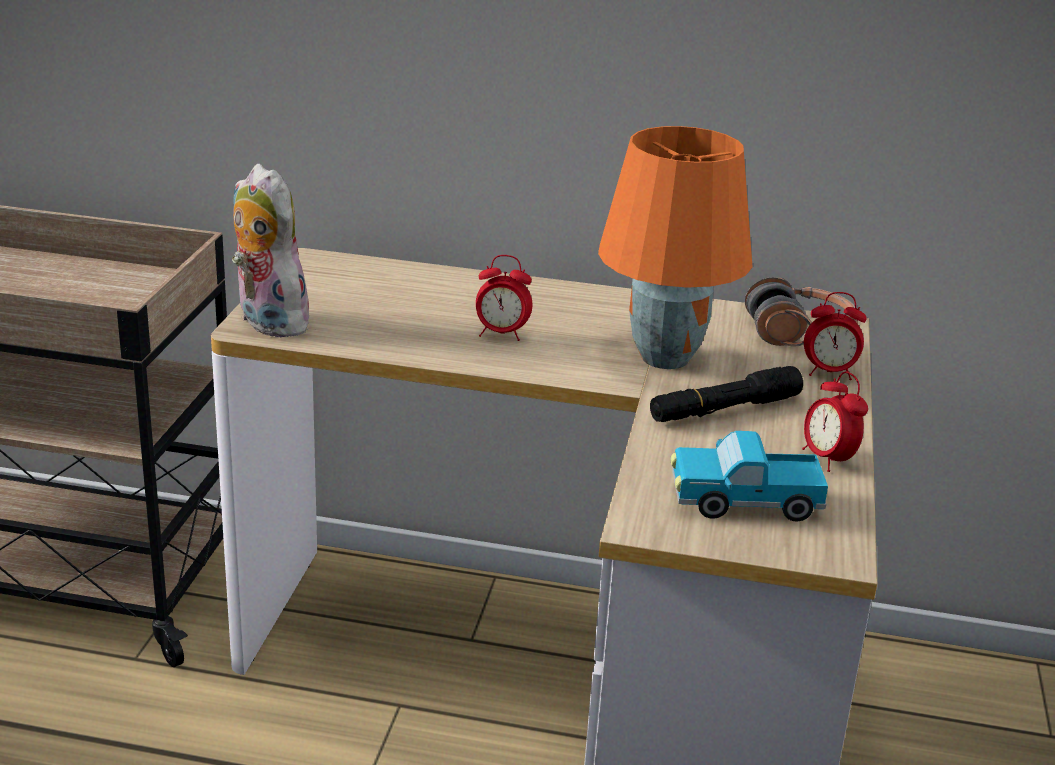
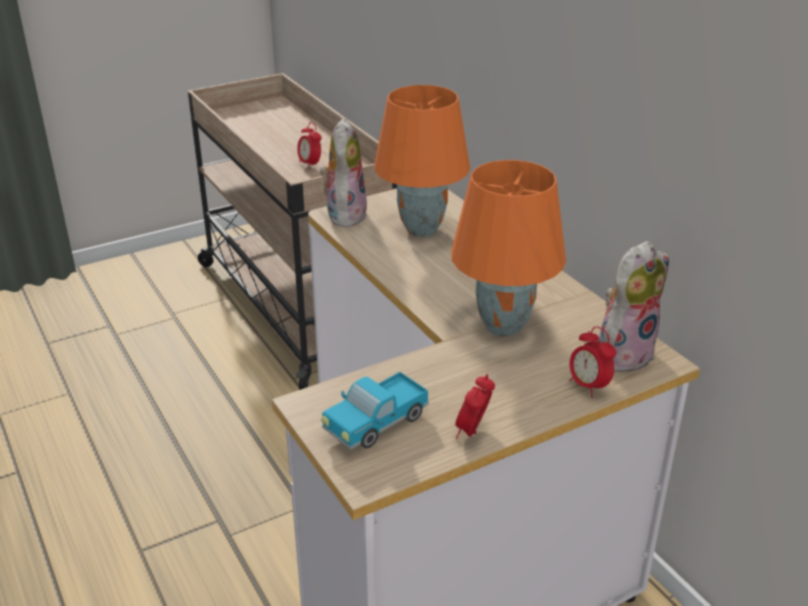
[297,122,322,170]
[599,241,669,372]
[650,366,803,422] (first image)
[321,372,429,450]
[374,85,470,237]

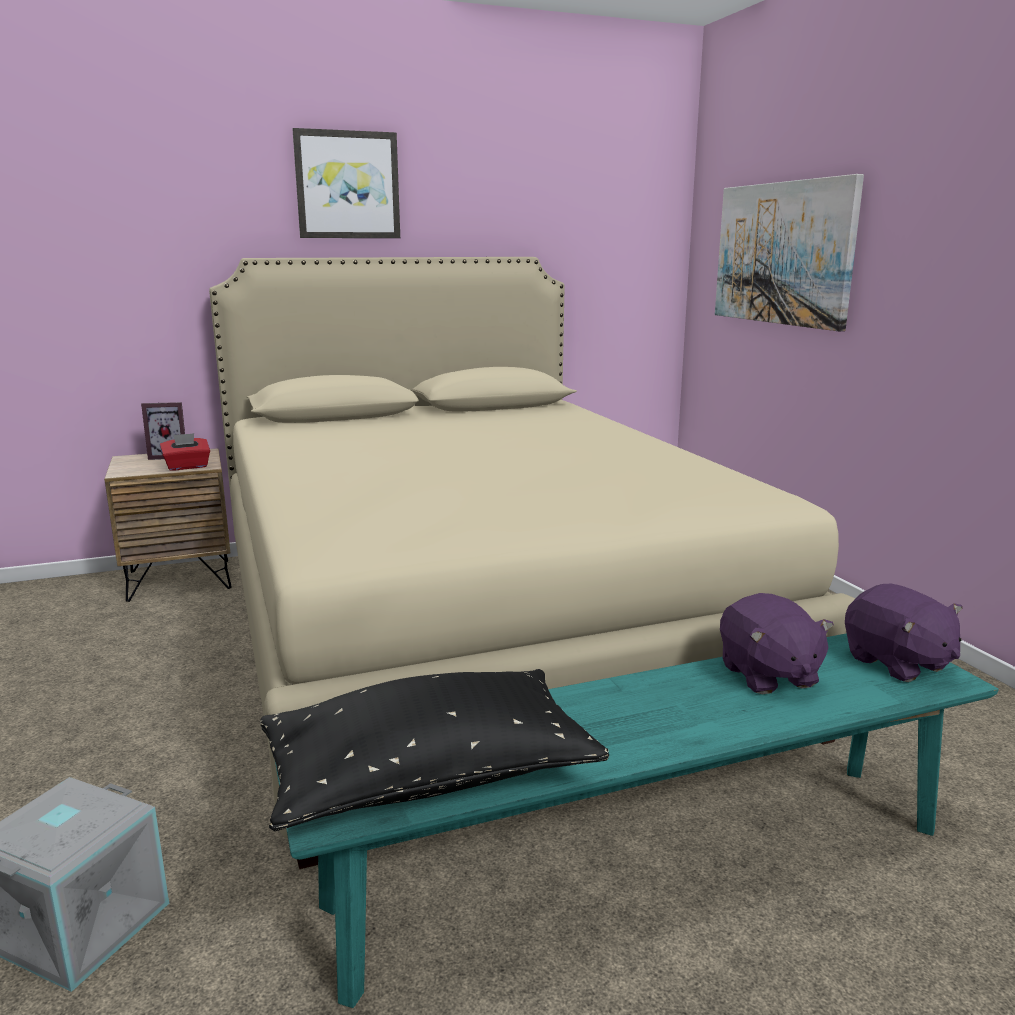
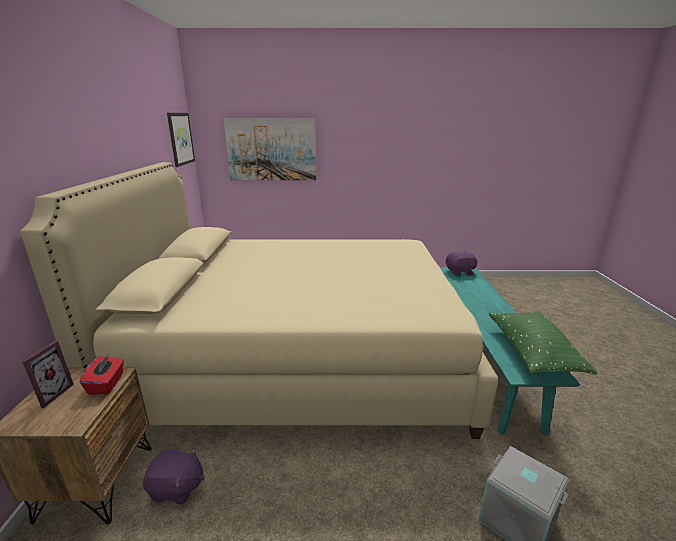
[167,113,195,167]
[143,448,204,504]
[489,312,597,375]

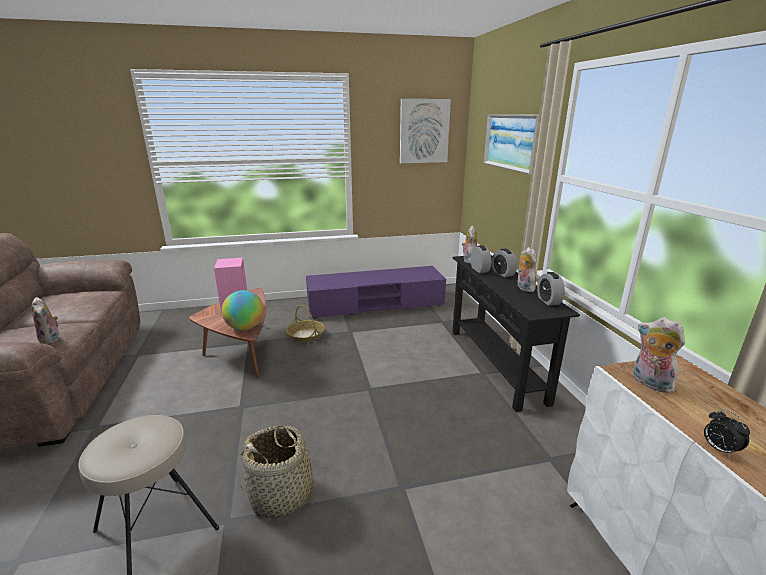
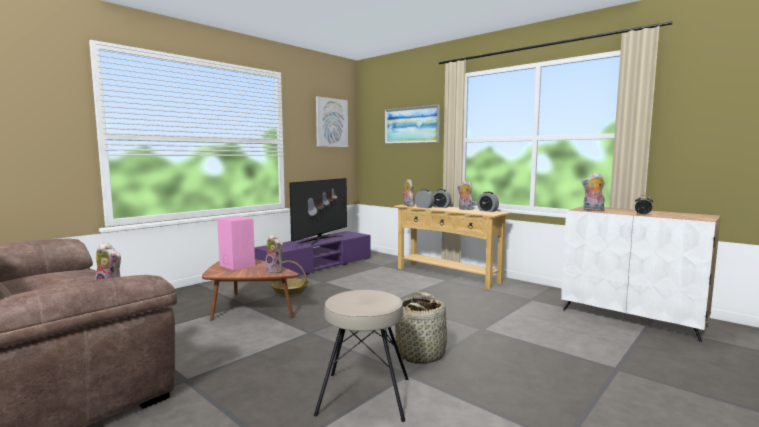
[394,204,511,289]
[265,234,283,274]
[289,178,347,245]

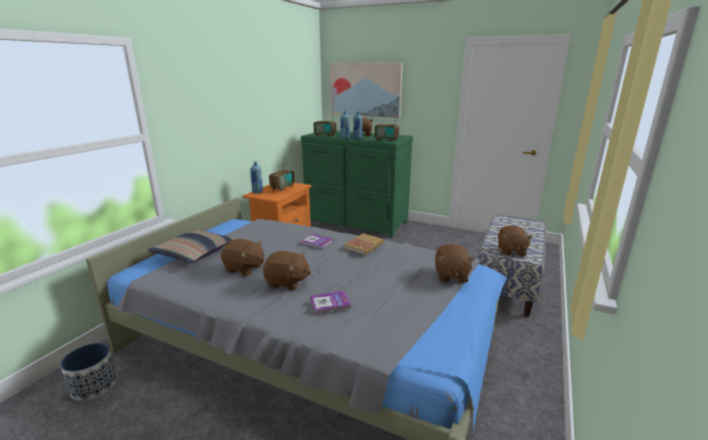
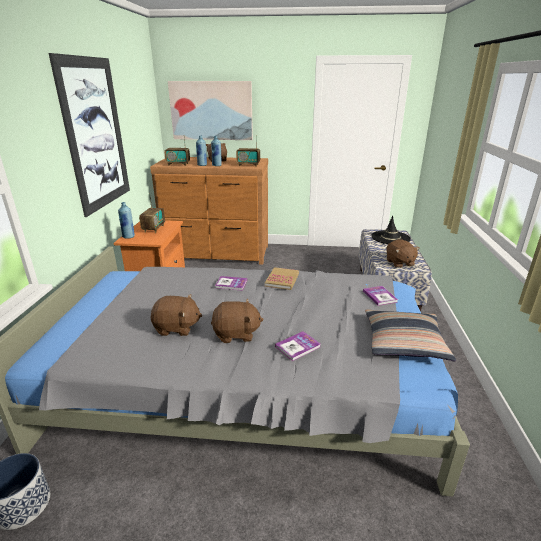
[150,157,268,265]
[365,309,456,361]
[363,286,398,306]
[48,53,130,217]
[371,216,411,244]

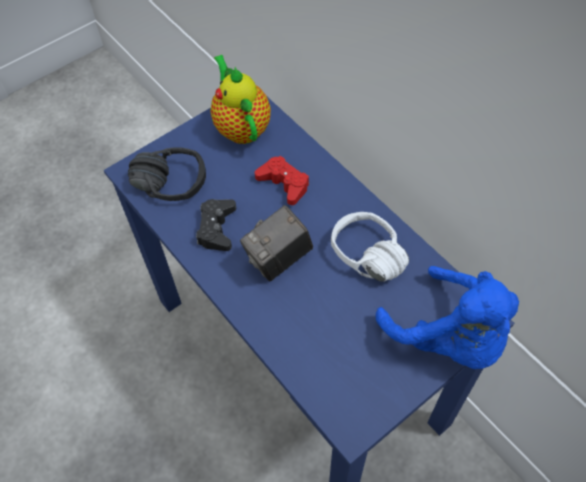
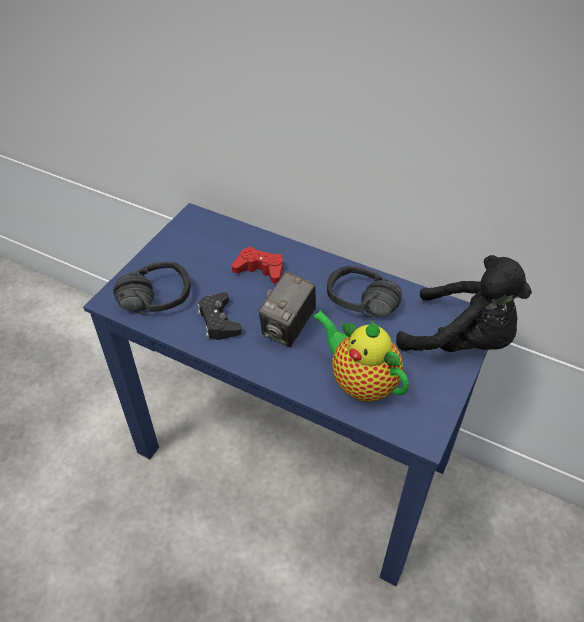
[312,310,409,402]
[327,265,402,317]
[396,255,532,352]

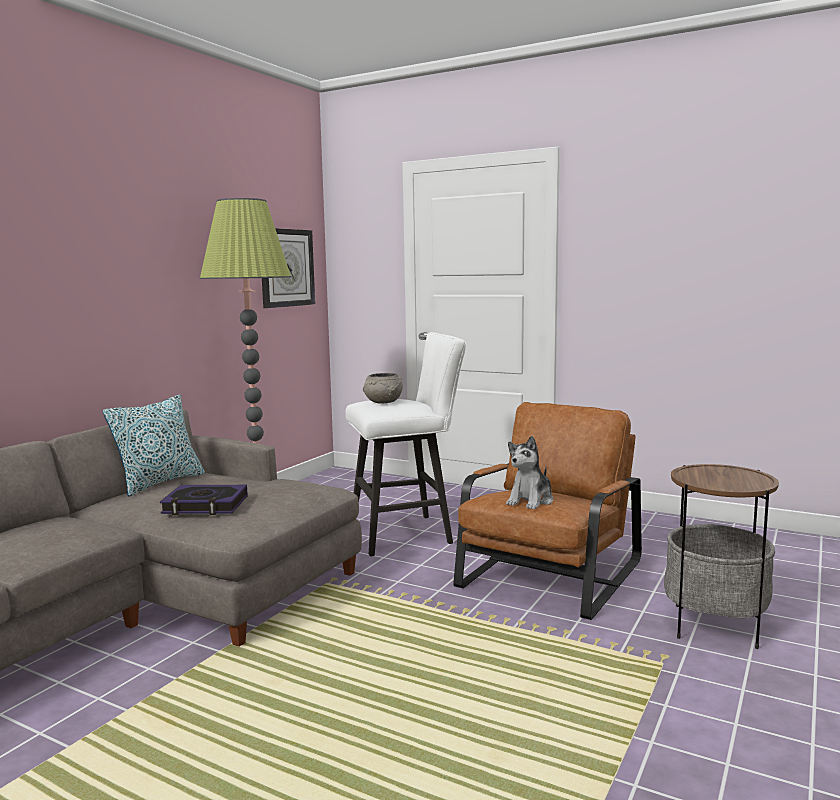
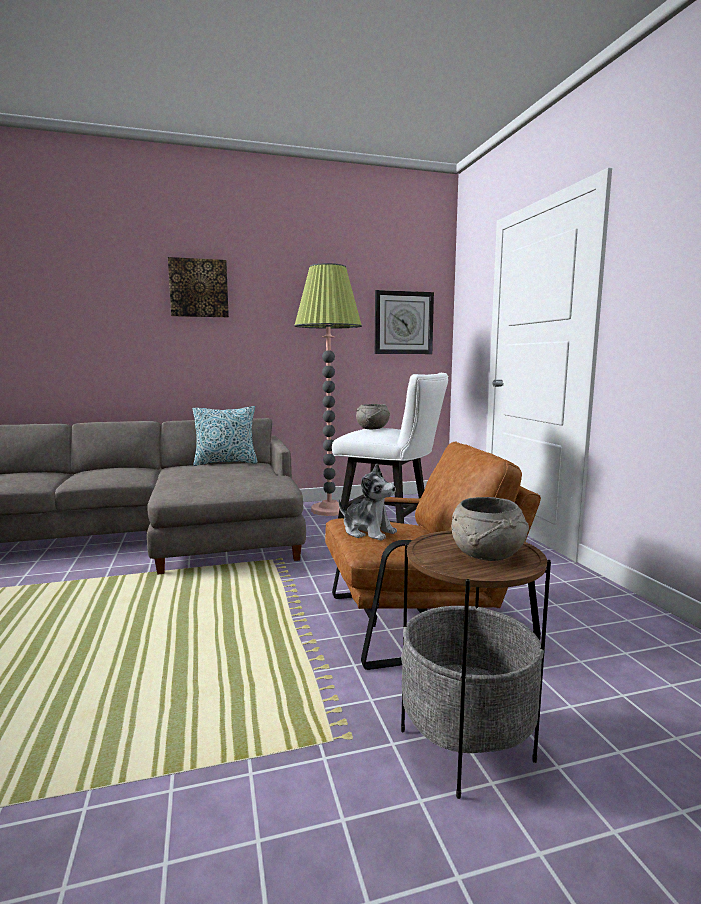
[339,464,397,541]
[160,485,248,515] (first image)
[168,257,229,317]
[452,497,529,561]

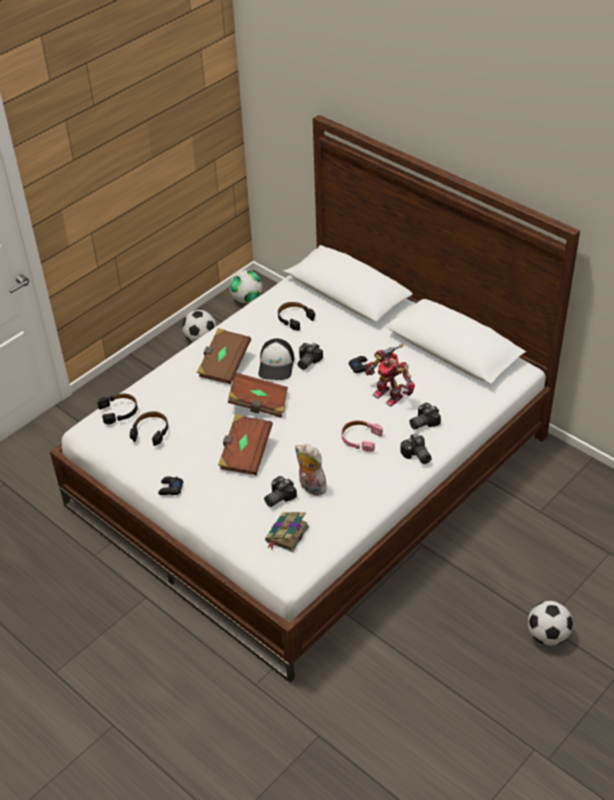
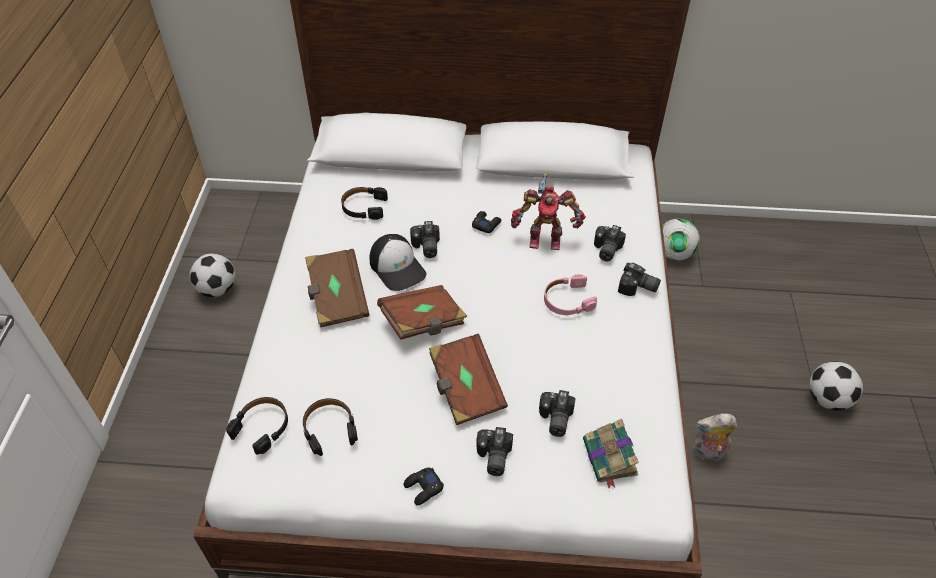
[662,219,700,261]
[692,413,737,461]
[476,427,513,476]

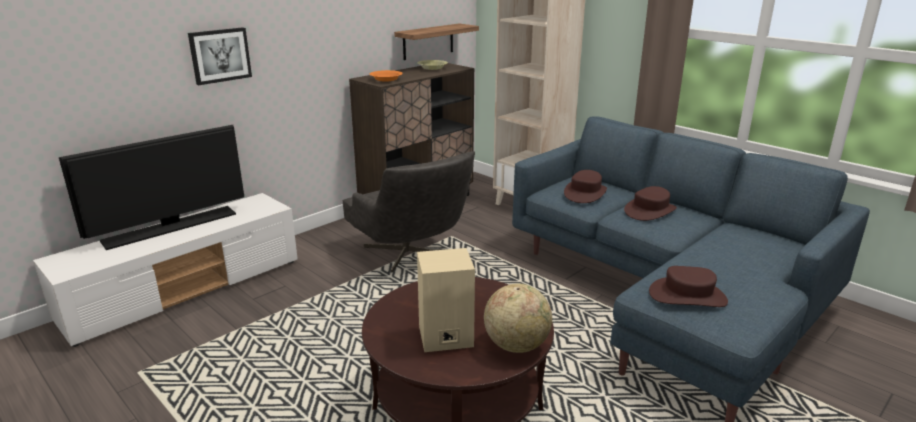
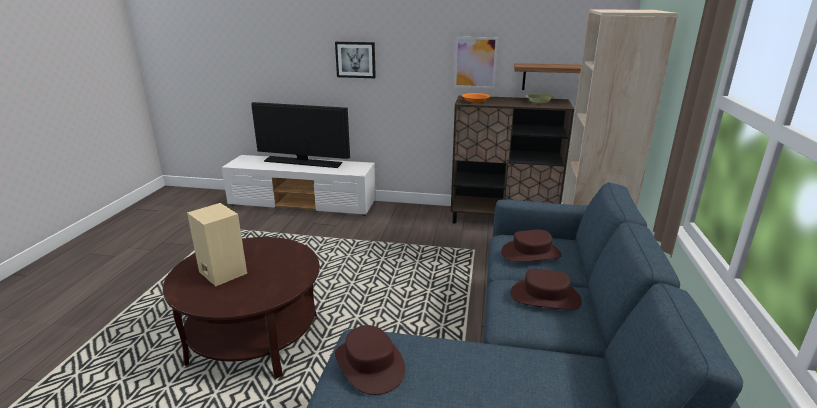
[343,151,475,273] (first image)
[484,284,552,353] (first image)
[454,37,498,89]

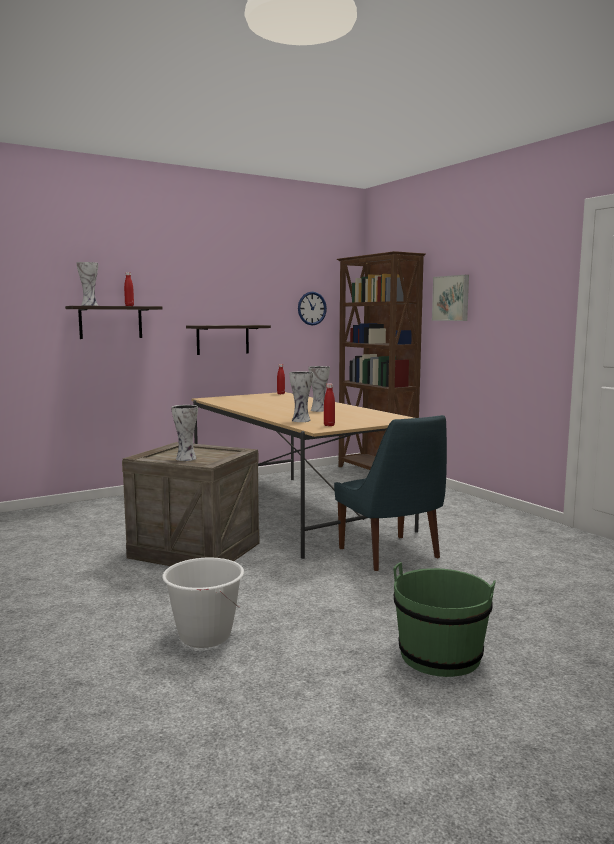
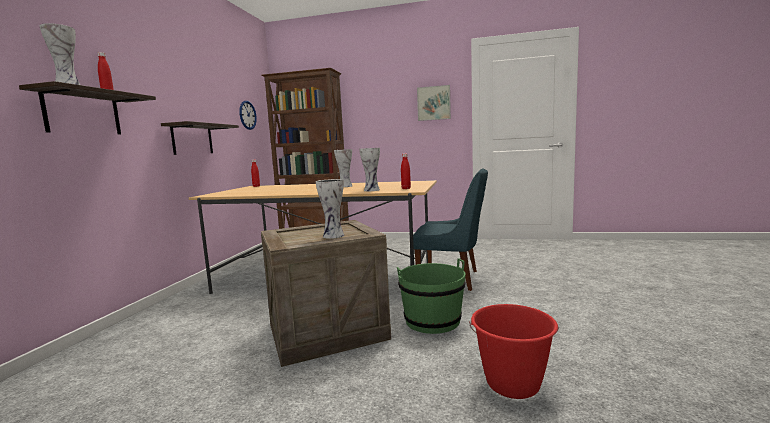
[417,85,451,121]
[469,304,559,399]
[397,258,466,334]

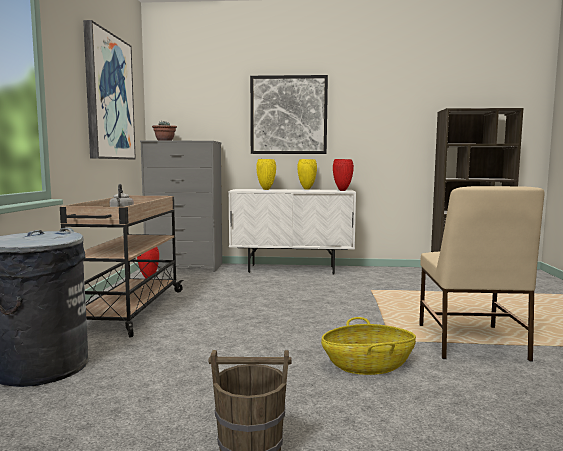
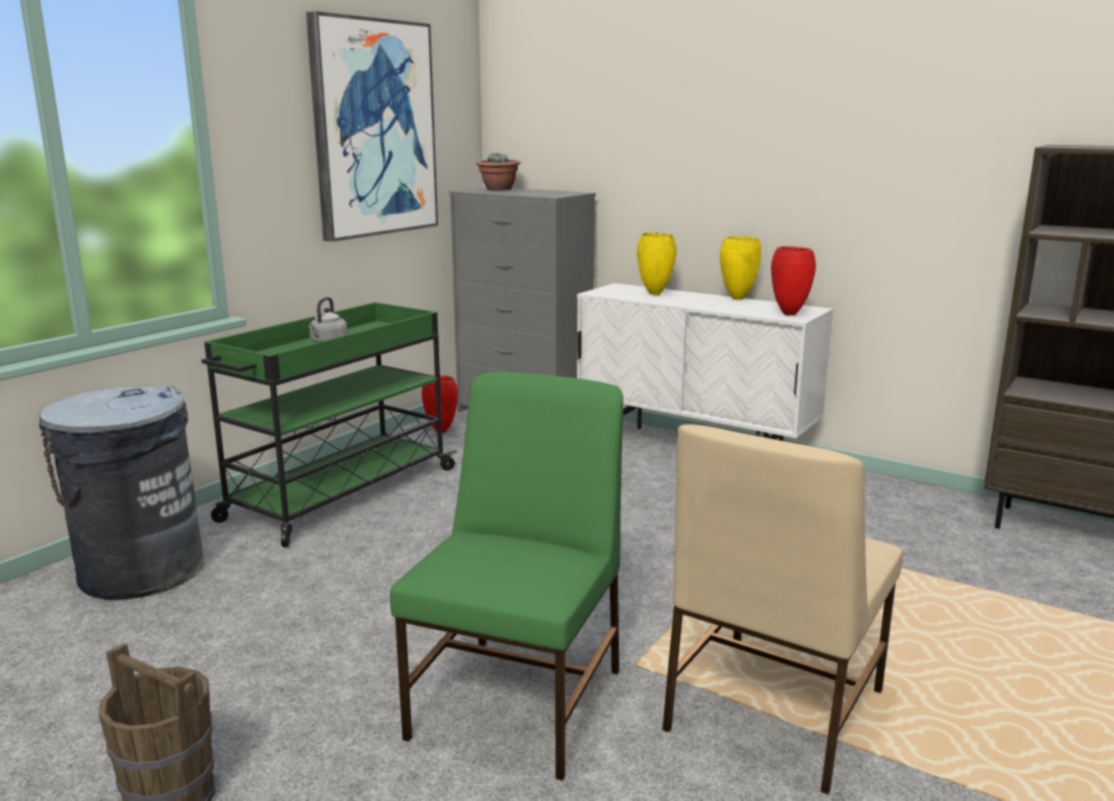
[250,75,328,154] (first image)
[202,302,457,547]
[390,372,623,781]

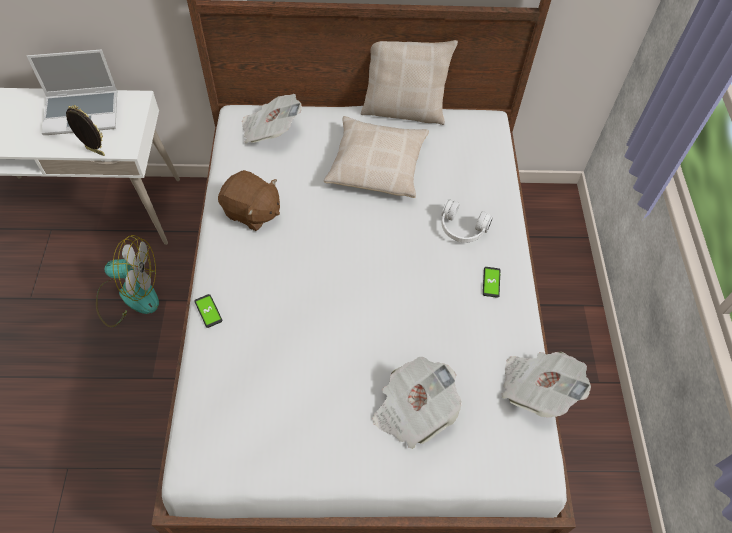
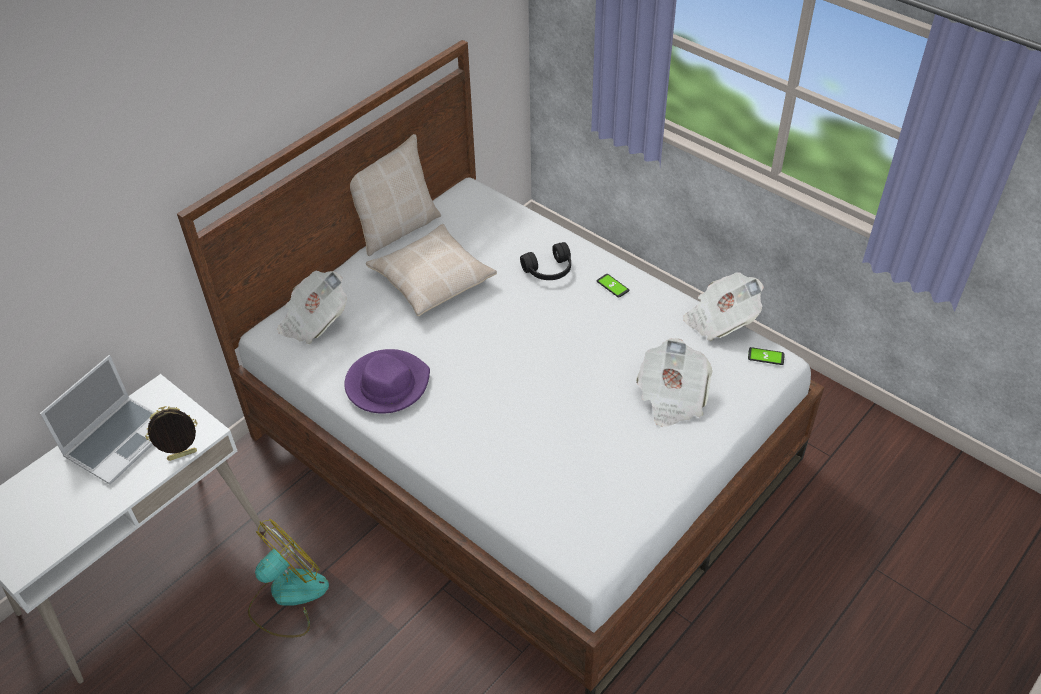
[344,349,430,414]
[520,242,571,280]
[748,347,785,365]

